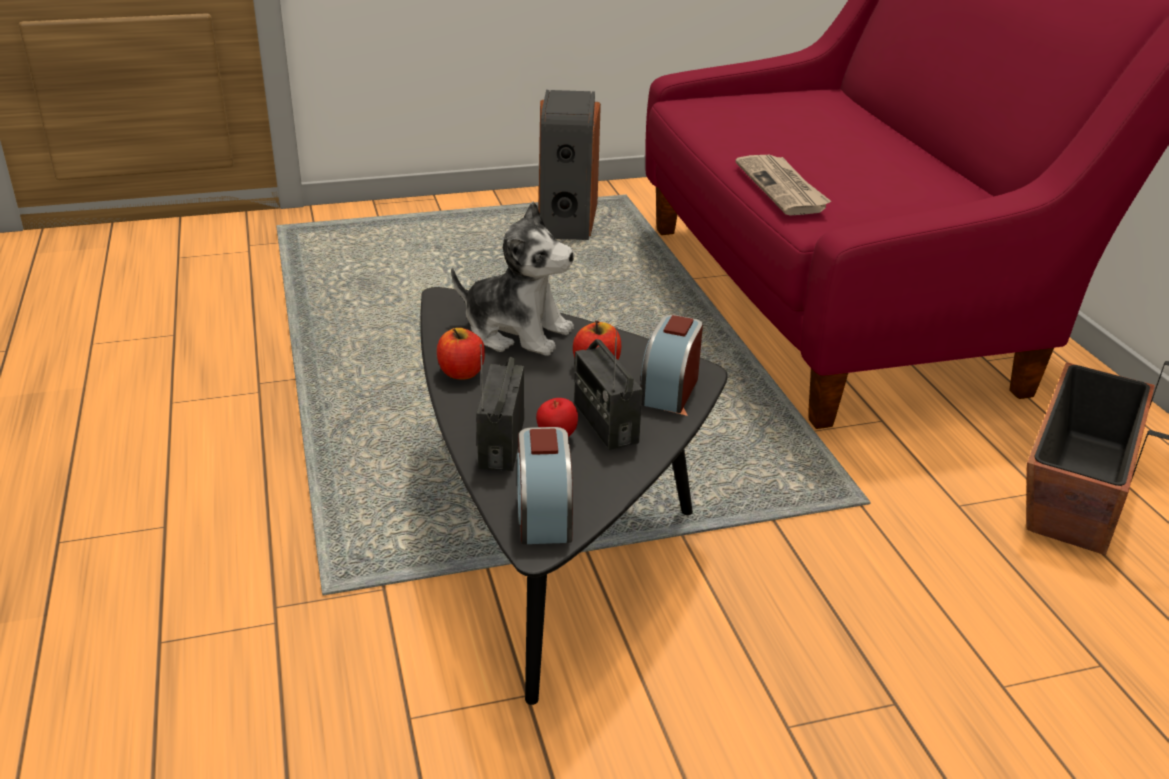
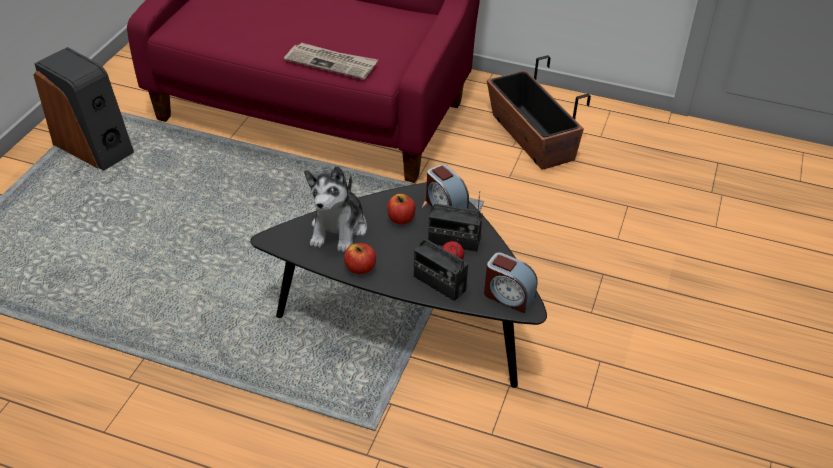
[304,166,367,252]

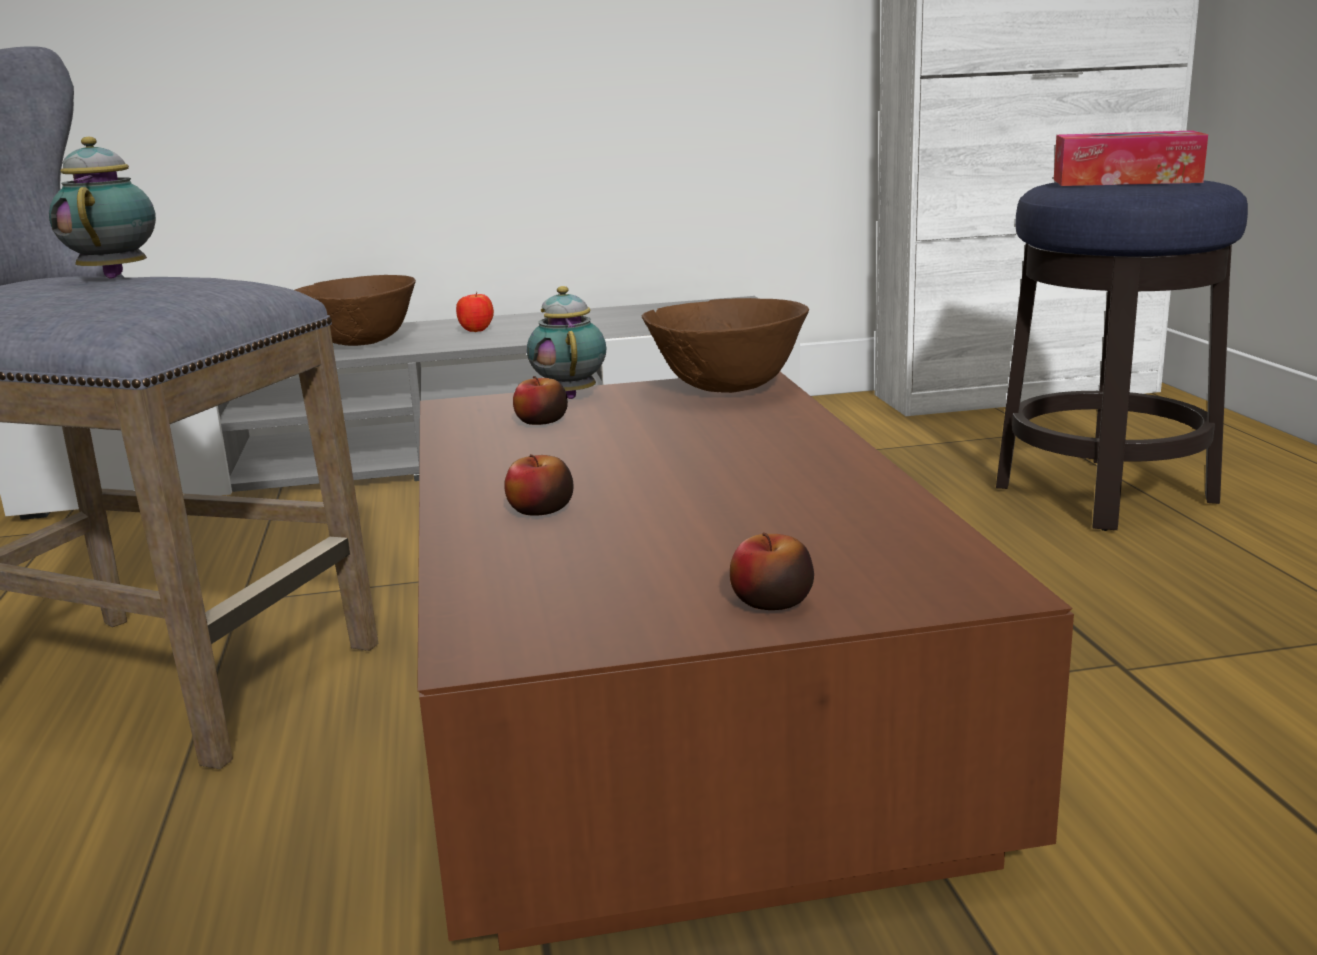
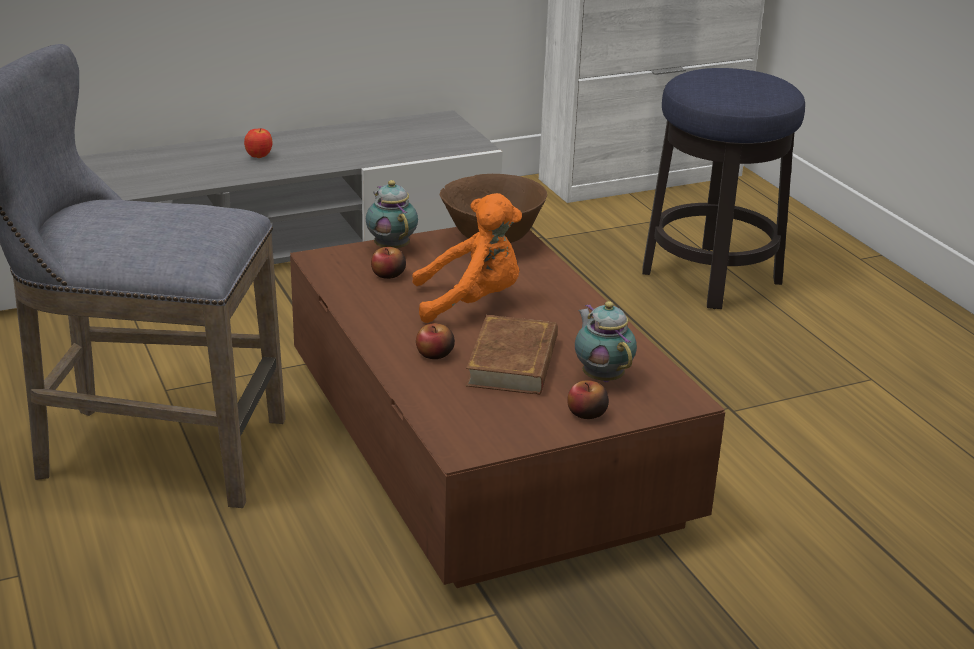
[1054,130,1208,186] (first image)
[575,301,637,382]
[295,275,416,346] (first image)
[412,193,522,323]
[466,315,558,395]

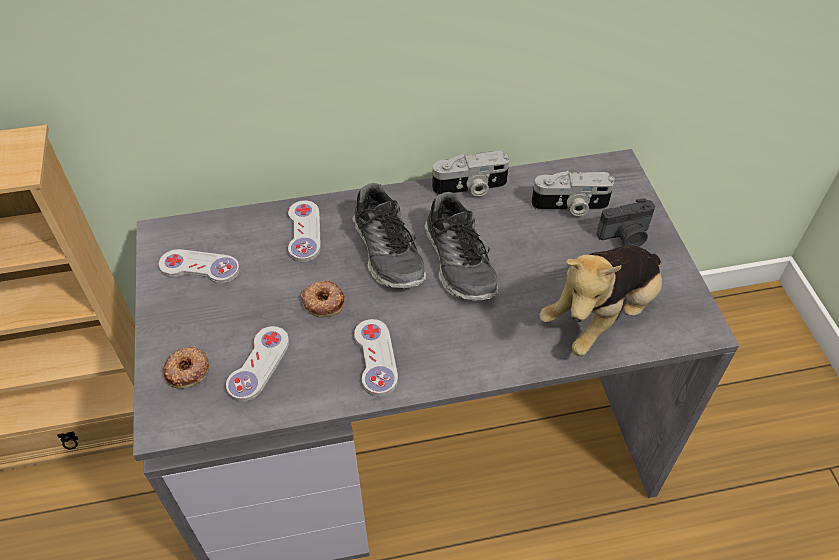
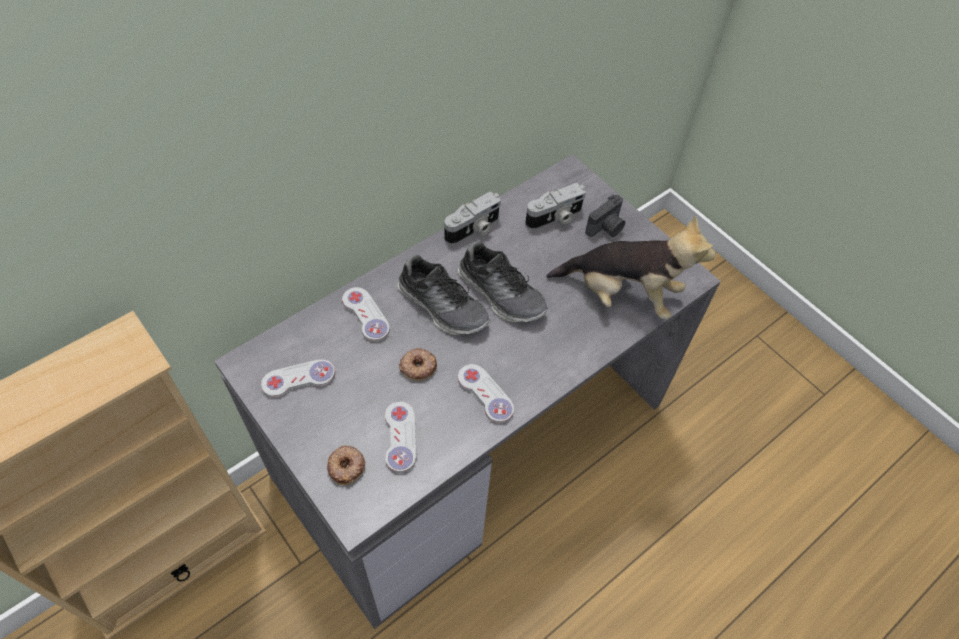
[546,215,715,320]

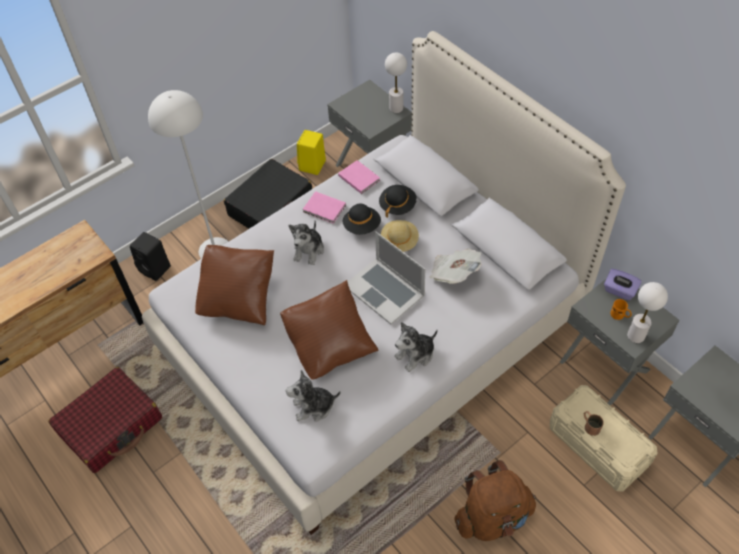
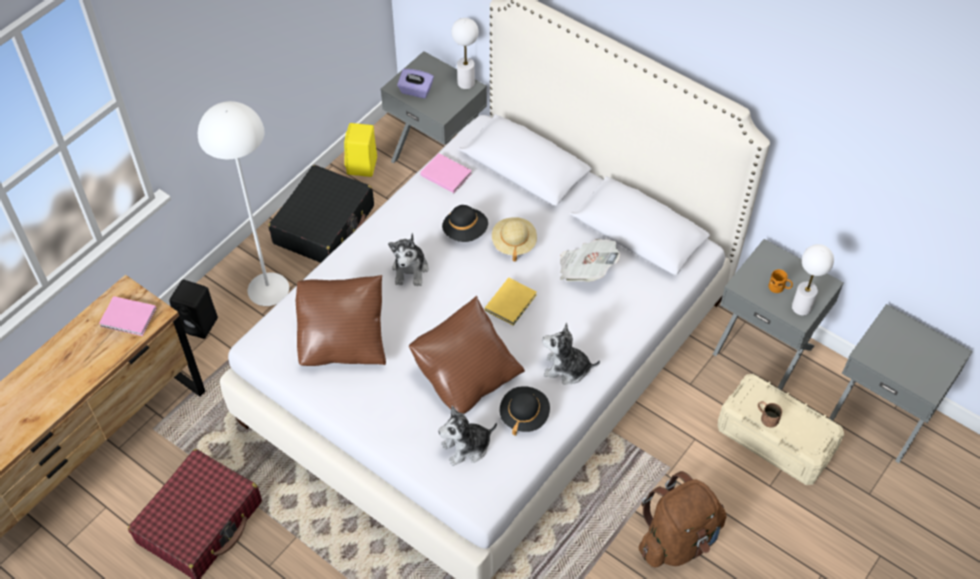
[500,386,550,436]
[99,296,156,336]
[485,277,537,326]
[397,69,434,98]
[543,323,600,384]

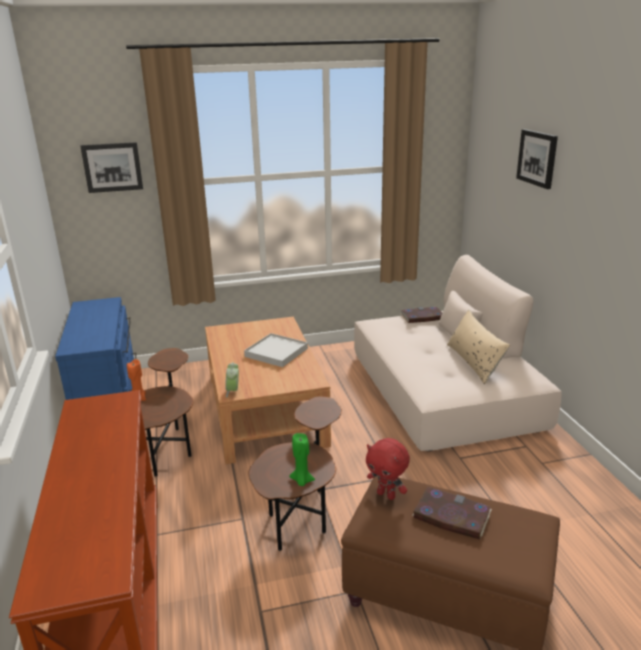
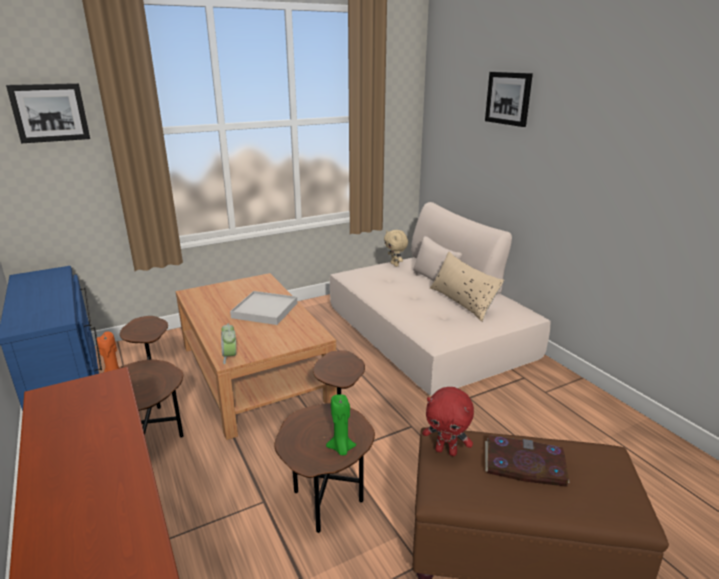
[384,230,408,267]

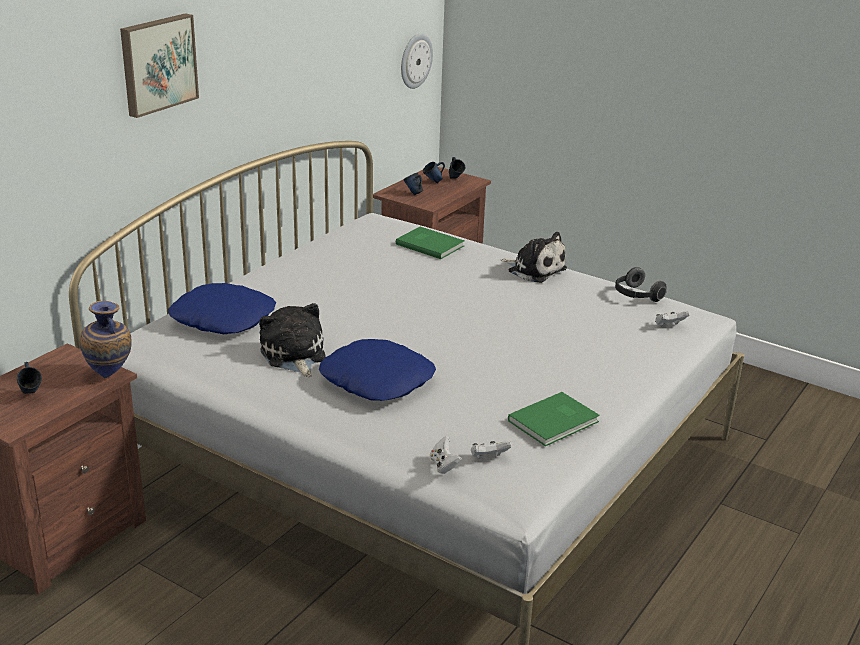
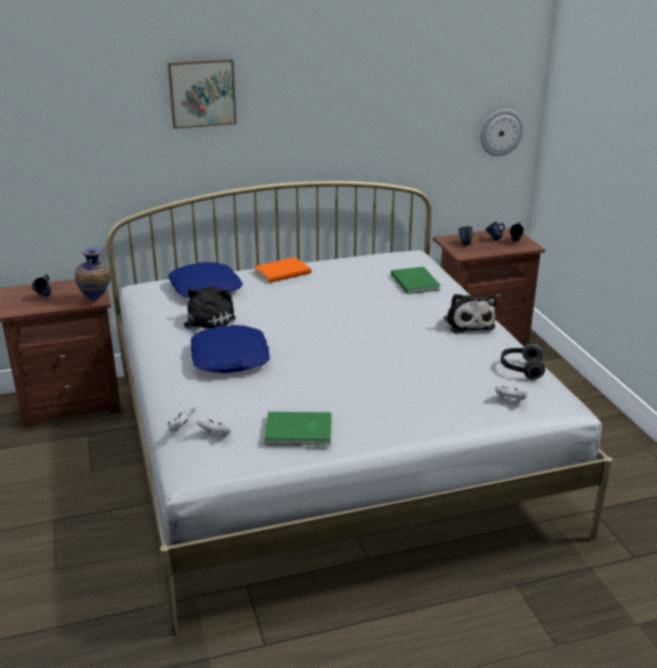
[254,257,311,283]

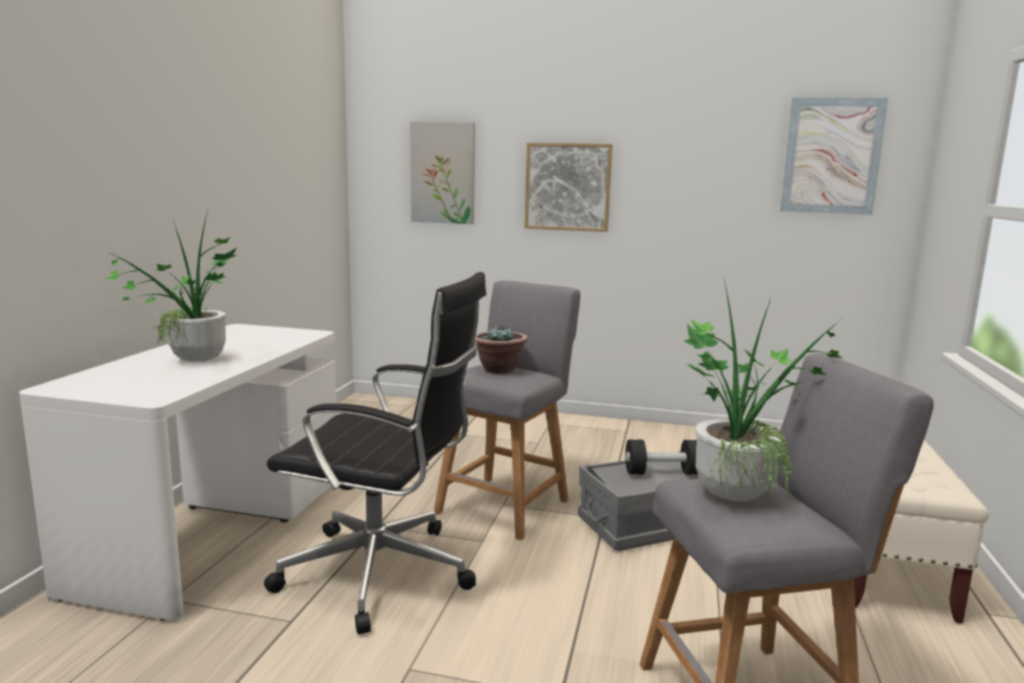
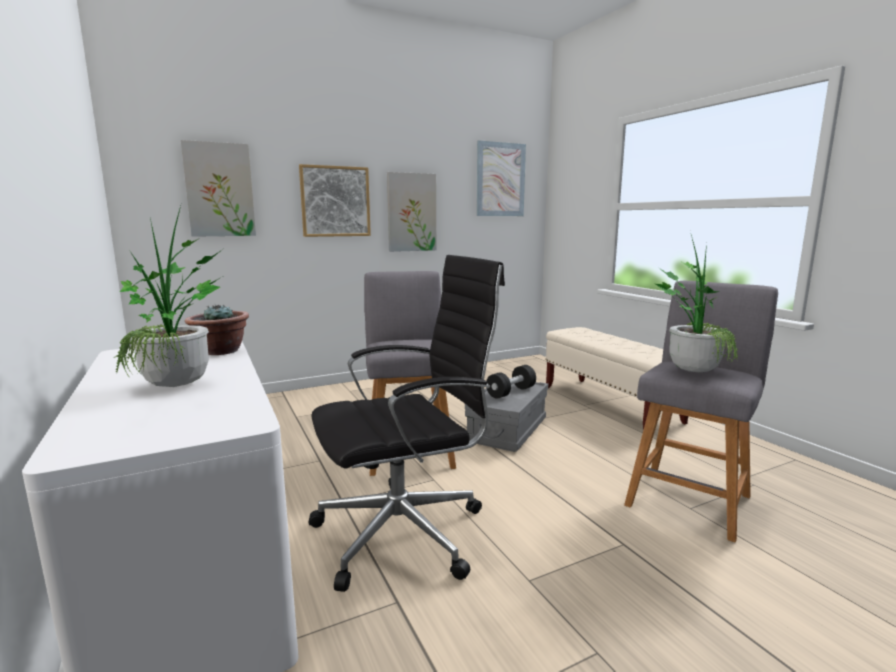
[185,304,249,355]
[387,172,436,252]

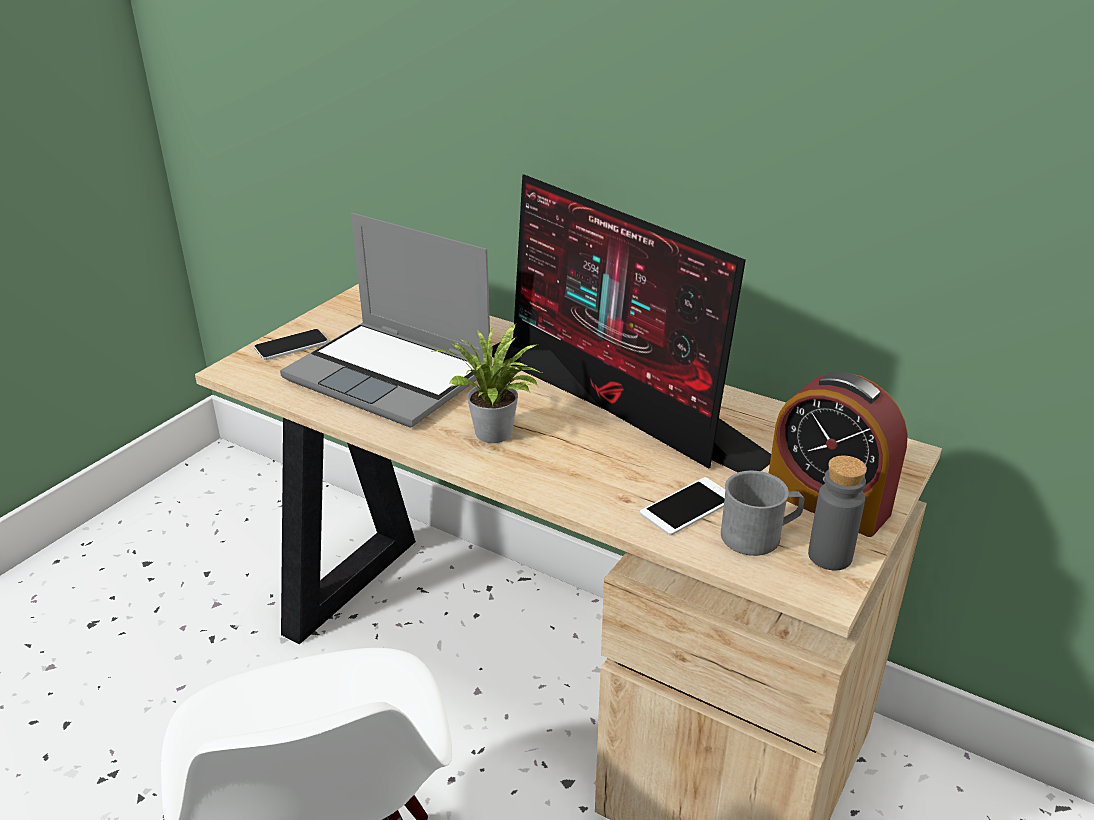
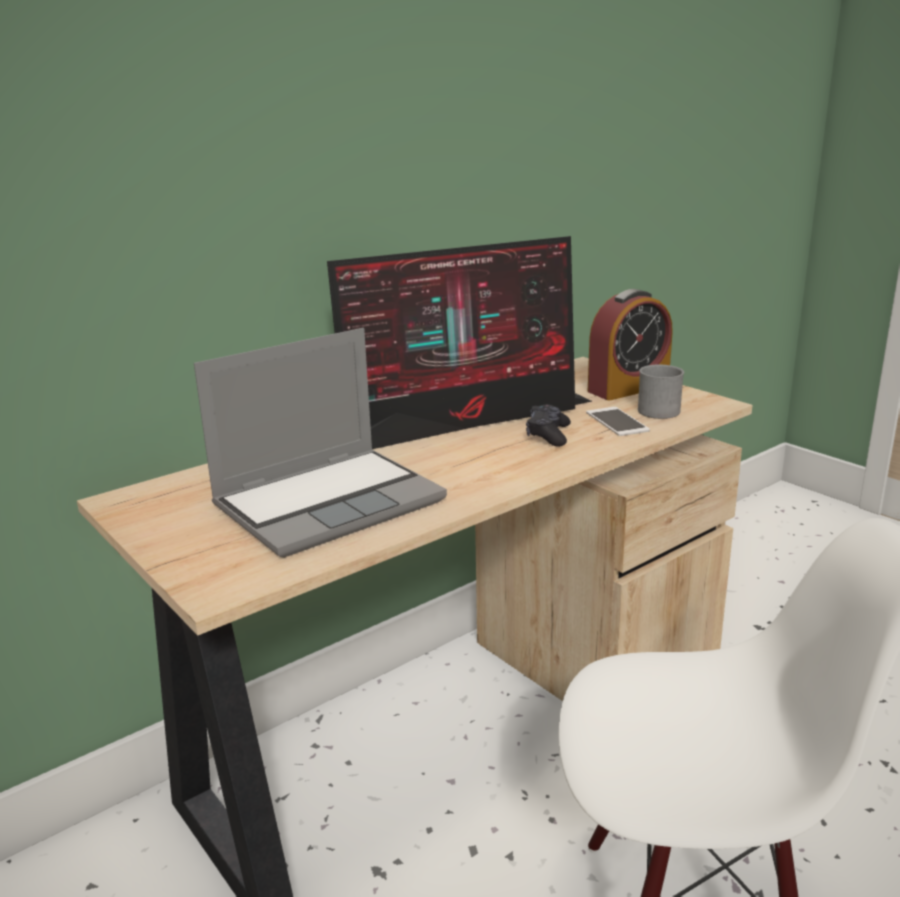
[430,324,542,443] (first image)
[254,329,328,360] (first image)
[808,455,867,570] (first image)
[526,404,571,447]

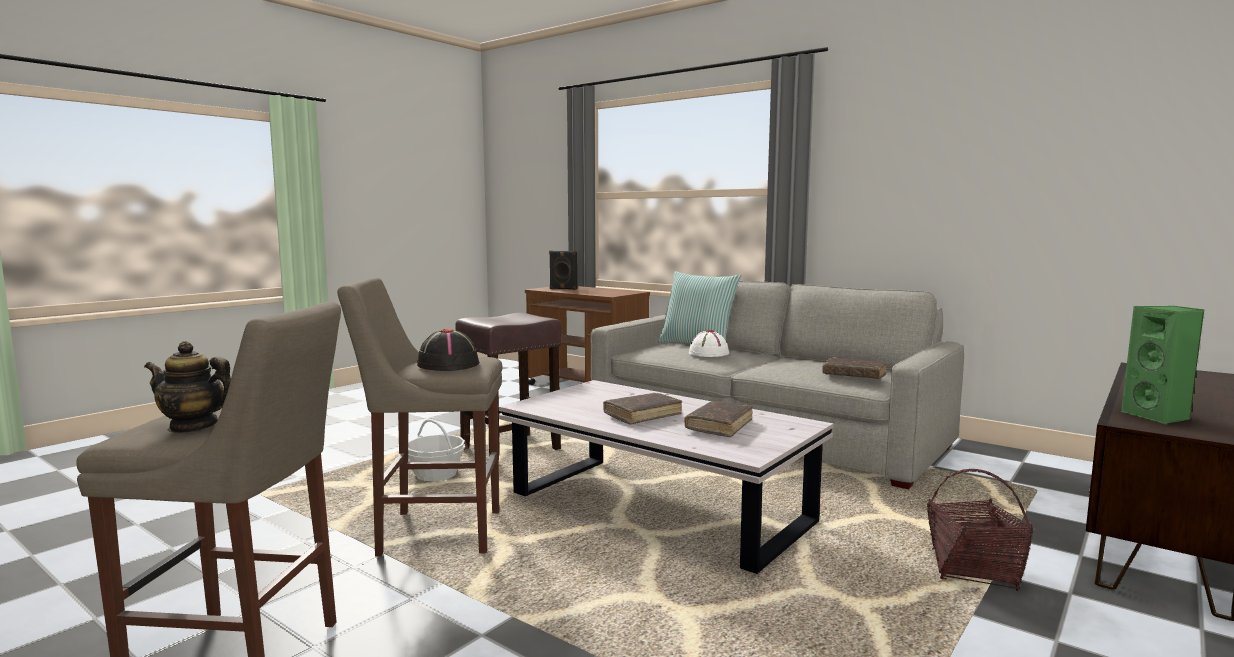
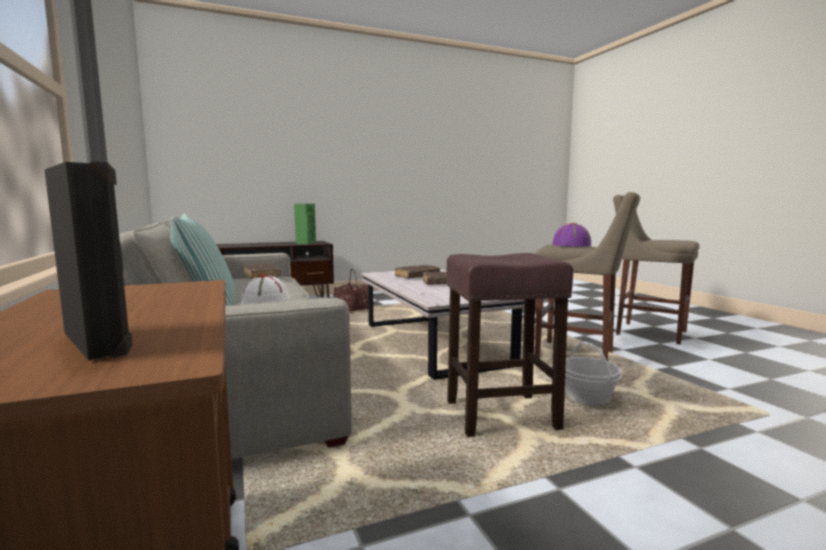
[552,223,591,247]
[144,341,231,433] (first image)

